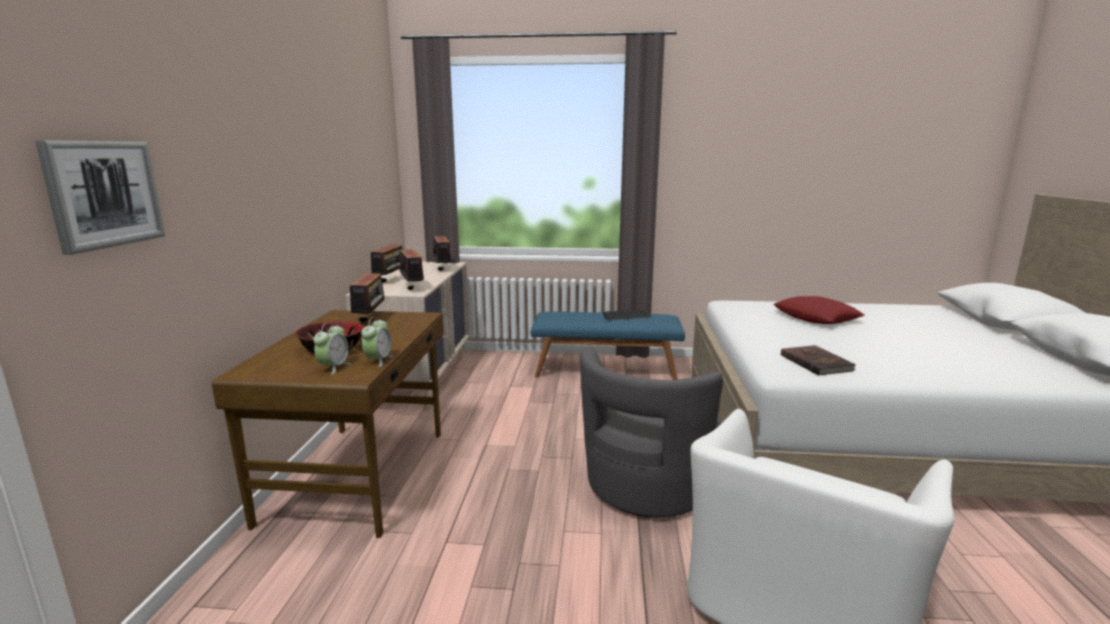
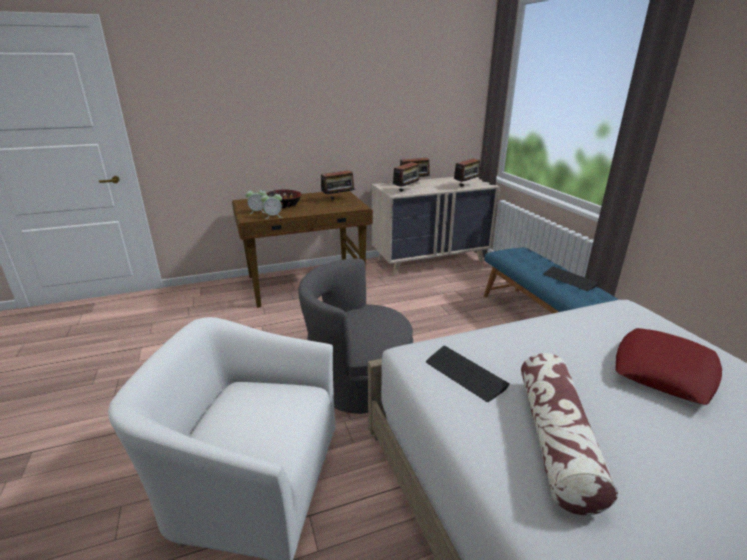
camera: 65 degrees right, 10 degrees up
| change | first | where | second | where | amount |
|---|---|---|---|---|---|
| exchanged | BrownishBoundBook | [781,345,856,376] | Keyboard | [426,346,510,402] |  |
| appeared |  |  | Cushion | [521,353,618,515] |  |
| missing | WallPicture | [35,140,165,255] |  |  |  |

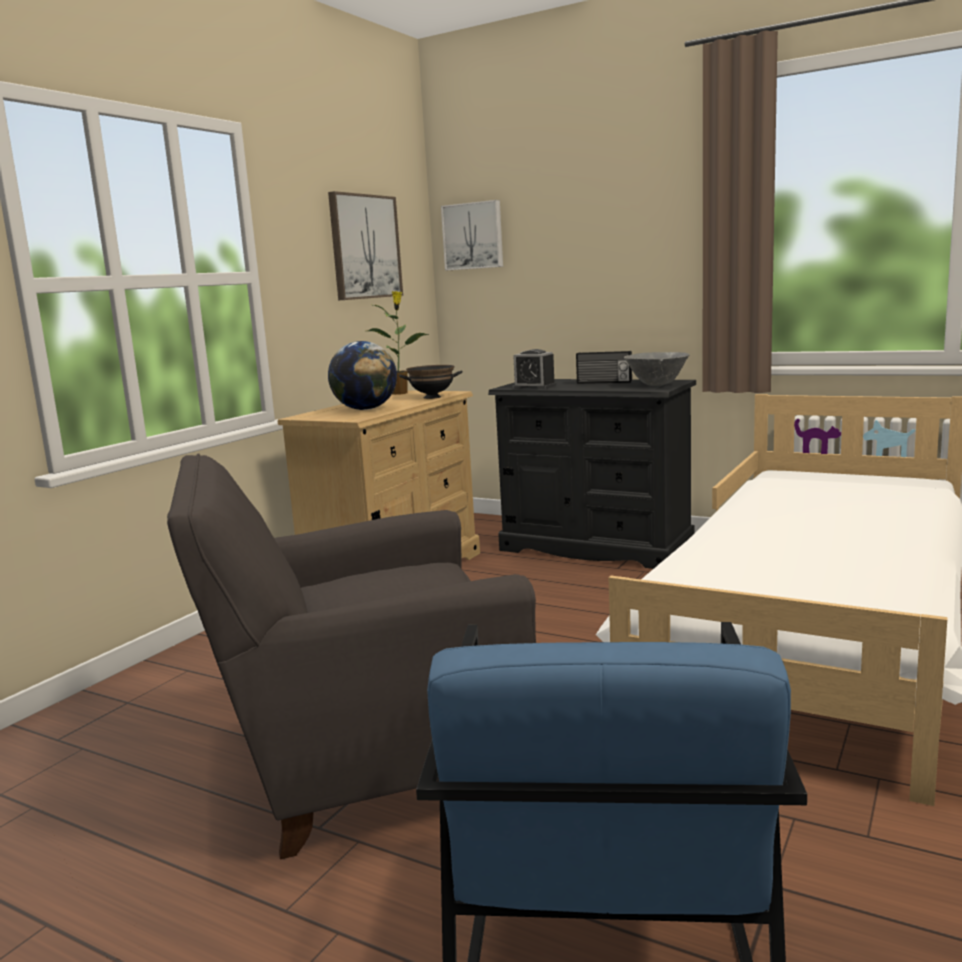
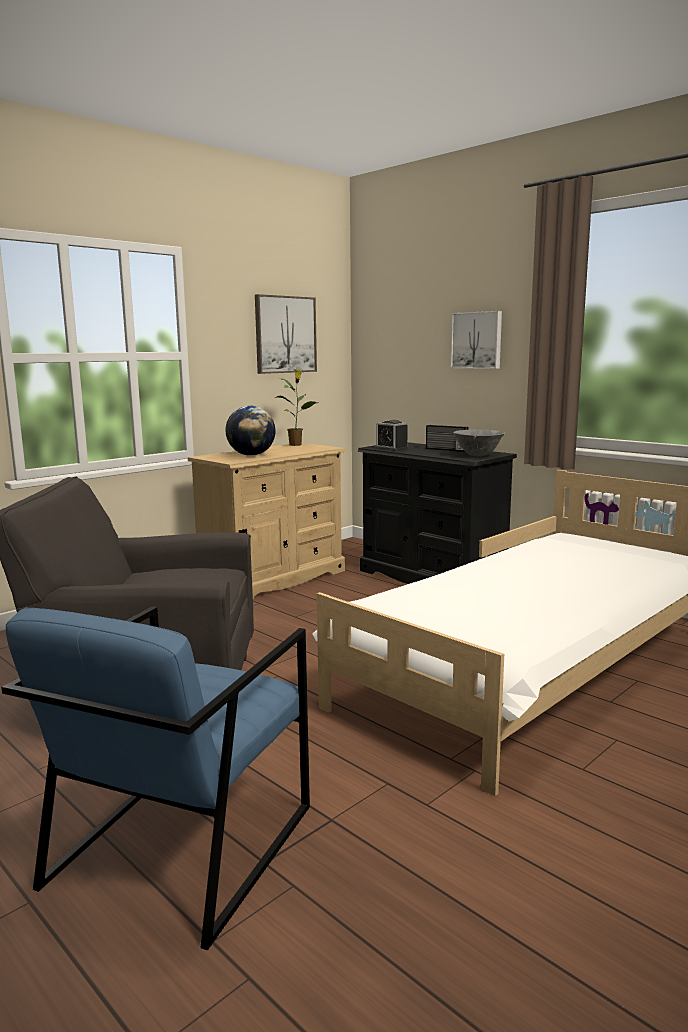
camera: 15 degrees right, 0 degrees up
| change | first | where | second | where | amount |
|---|---|---|---|---|---|
| relocated | WallPicture | [441,200,503,270] |  | [451,311,502,369] |  |
| missing | BlackServingBowl | [399,365,463,399] |  |  |  |

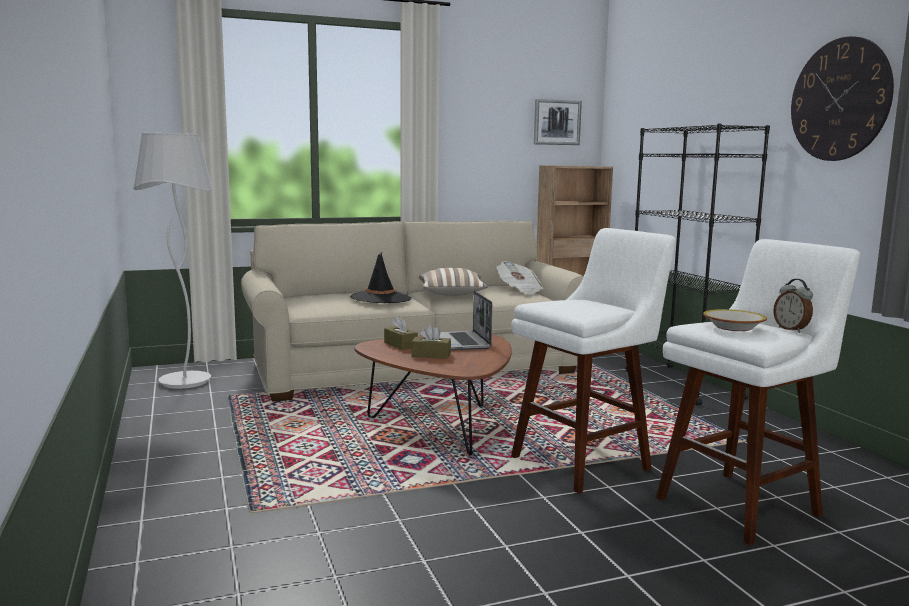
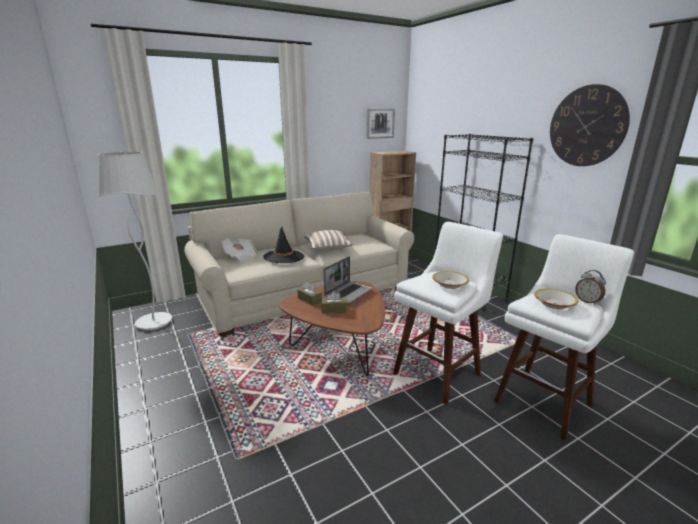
camera: 10 degrees left, 10 degrees up
| change | first | where | second | where | amount |
|---|---|---|---|---|---|
| relocated | DailyPaper | [497,261,544,295] |  | [222,238,258,263] |  |
| spun | Laptop | [439,291,492,350] |  | [324,256,373,304] | 120 degrees counterclockwise |
| appeared |  |  | ServingBowl | [433,271,469,289] |  |

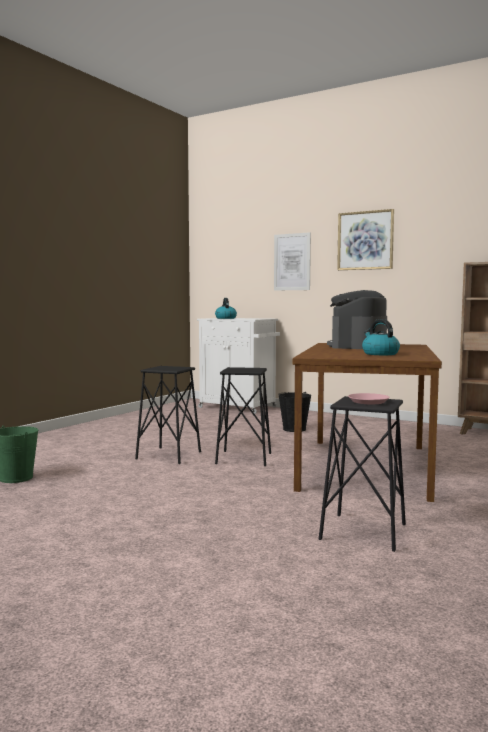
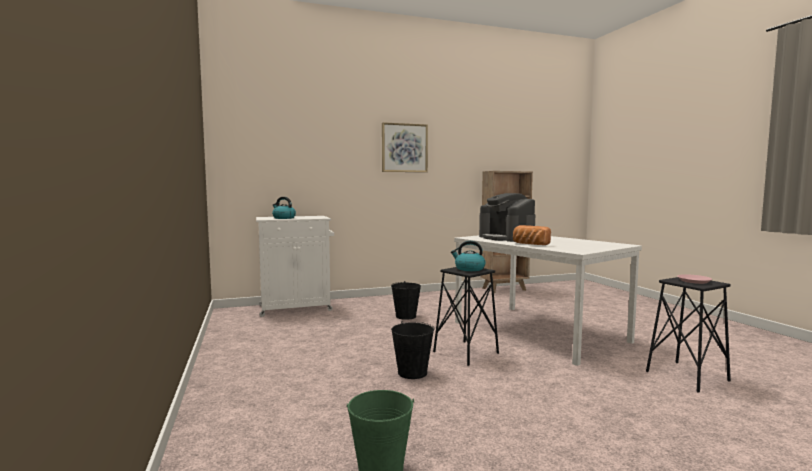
camera: 50 degrees left, 0 degrees up
| change | first | where | second | where | amount |
|---|---|---|---|---|---|
| exchanged | BlackStoolSeat | [135,366,201,464] | BlackWaterBucket | [391,321,434,379] |  |
| relocated | WaterKettle | [362,319,400,355] |  | [451,241,486,271] |  |
| colour | BrownishKitchenTable | [293,343,442,502] | WhitishKitchenTable | [454,235,642,366] |  |
| appeared |  |  | BakedBread | [513,225,551,245] |  |
| missing | WallPicture | [274,232,311,290] |  |  |  |

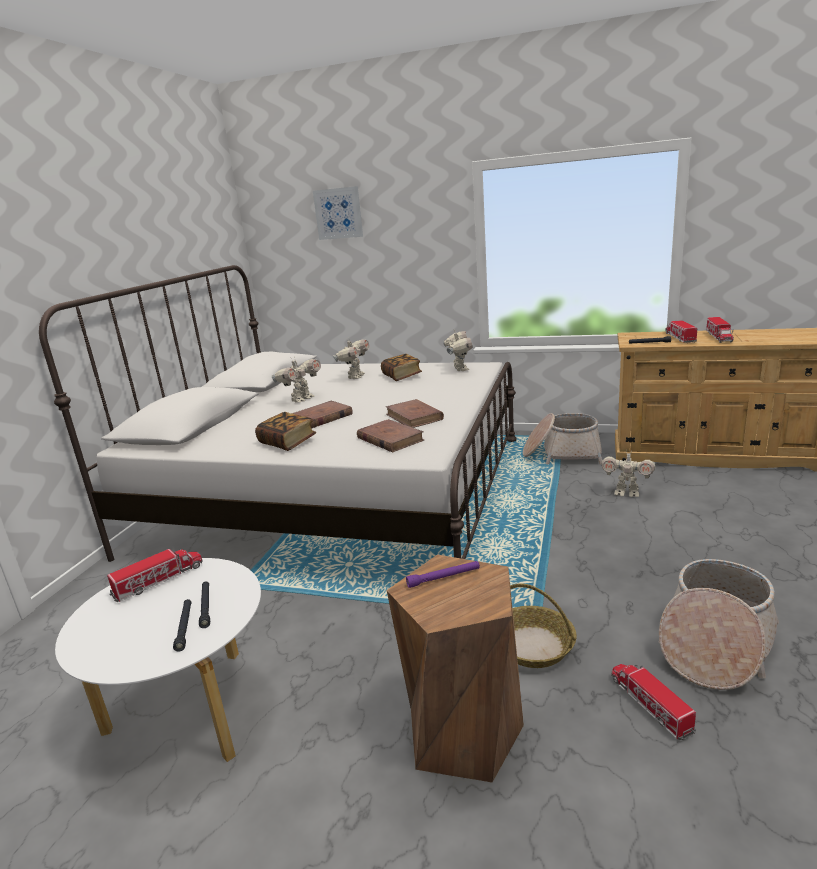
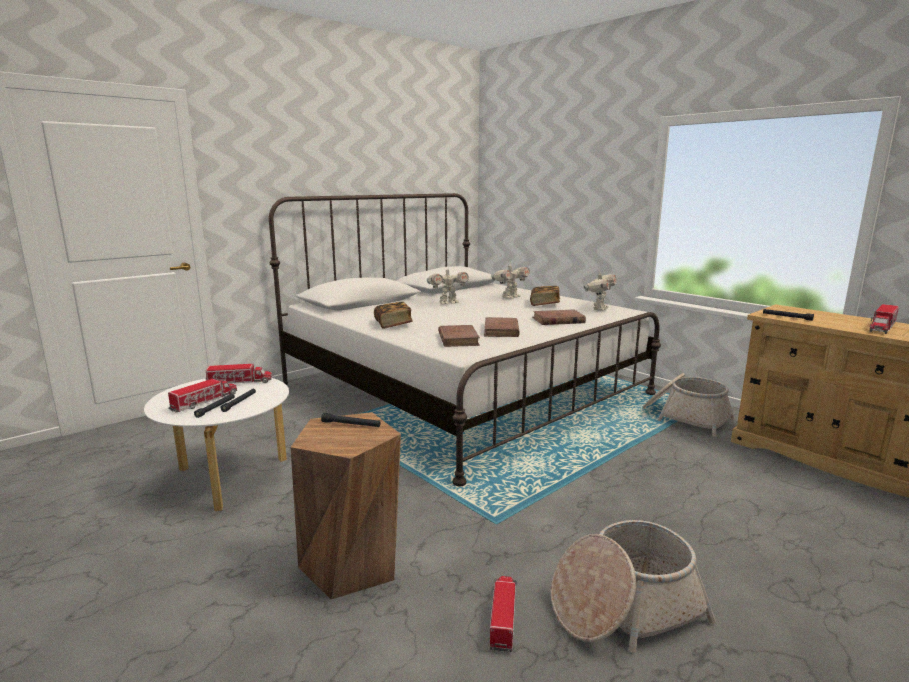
camera: 30 degrees right, 5 degrees down
| change | first | where | second | where | amount |
|---|---|---|---|---|---|
| relocated | ToyTruck | [665,320,697,343] |  | [168,379,237,413] |  |
| colour | PurpleColouredHandTorch | [406,561,480,588] | BlackHandTorch | [321,413,381,427] |  |
| relocated | BrownishBoundBook | [293,401,353,429] |  | [532,310,586,325] |  |
| missing | WallPicture | [313,186,363,240] |  |  |  |
| missing | StorageBasket | [510,583,577,668] |  |  |  |
| missing | ModelRobot | [602,449,655,497] |  |  |  |

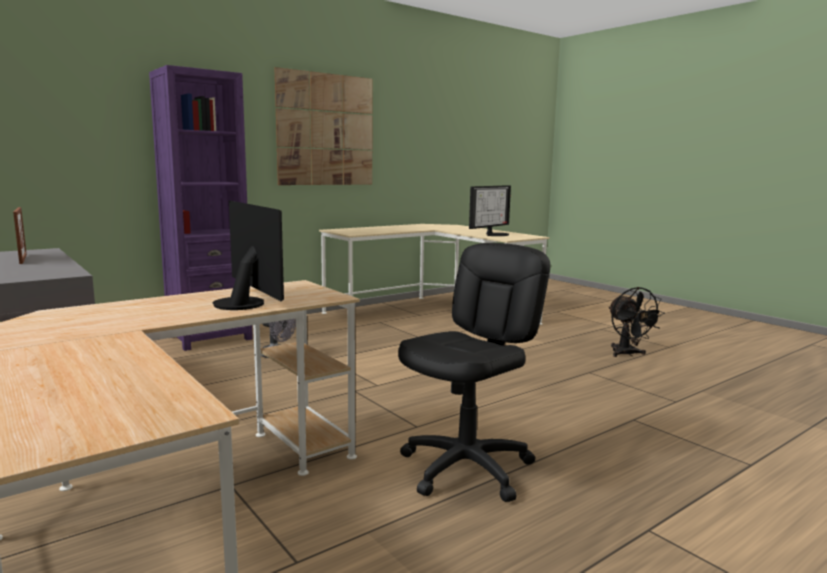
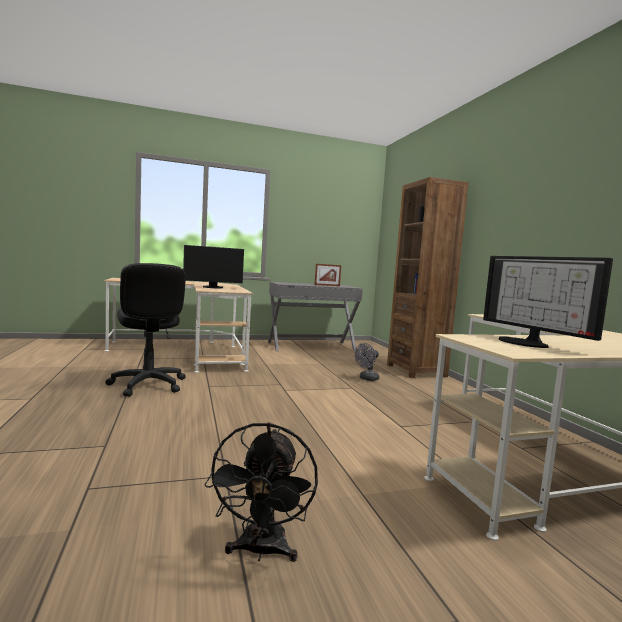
camera: 110 degrees right, 5 degrees down
| change | first | where | second | where | amount |
|---|---|---|---|---|---|
| spun | BlackElectricFan | [608,287,665,357] |  | [204,422,318,562] | 90 degrees counterclockwise |
| colour | PurpleColouredBookshelf | [149,65,253,351] | BrownishBookshelf | [387,177,468,378] |  |
| missing | WallPicture | [274,67,373,185] |  |  |  |

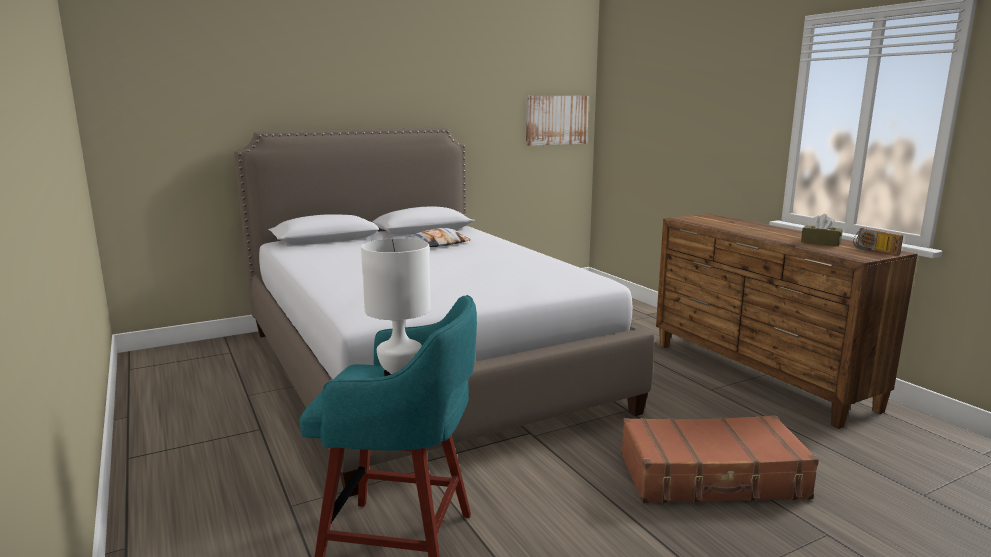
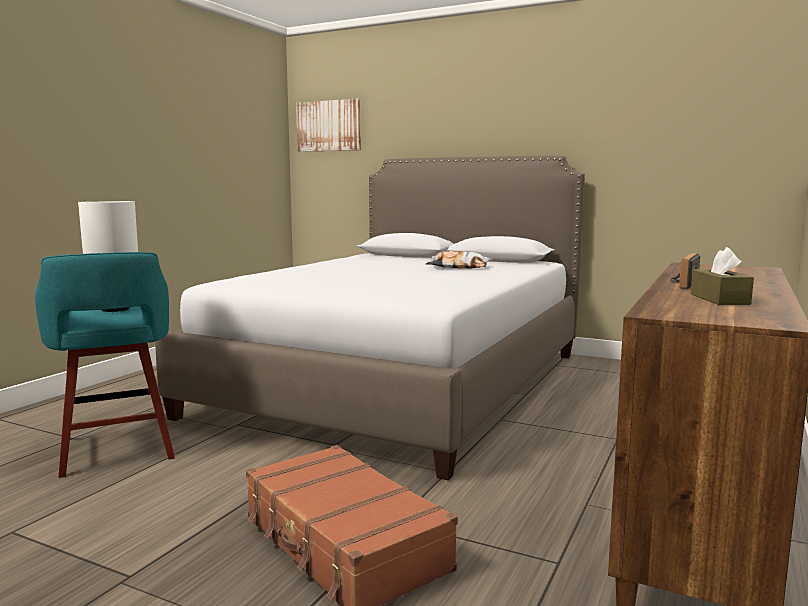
camera: 55 degrees right, 5 degrees down
| change | first | where | second | where | amount |
|---|---|---|---|---|---|
| relocated | WallPicture | [526,96,589,146] |  | [296,99,361,152] |  |
| relocated | RadioReceiver | [853,228,903,255] |  | [670,253,700,289] |  |

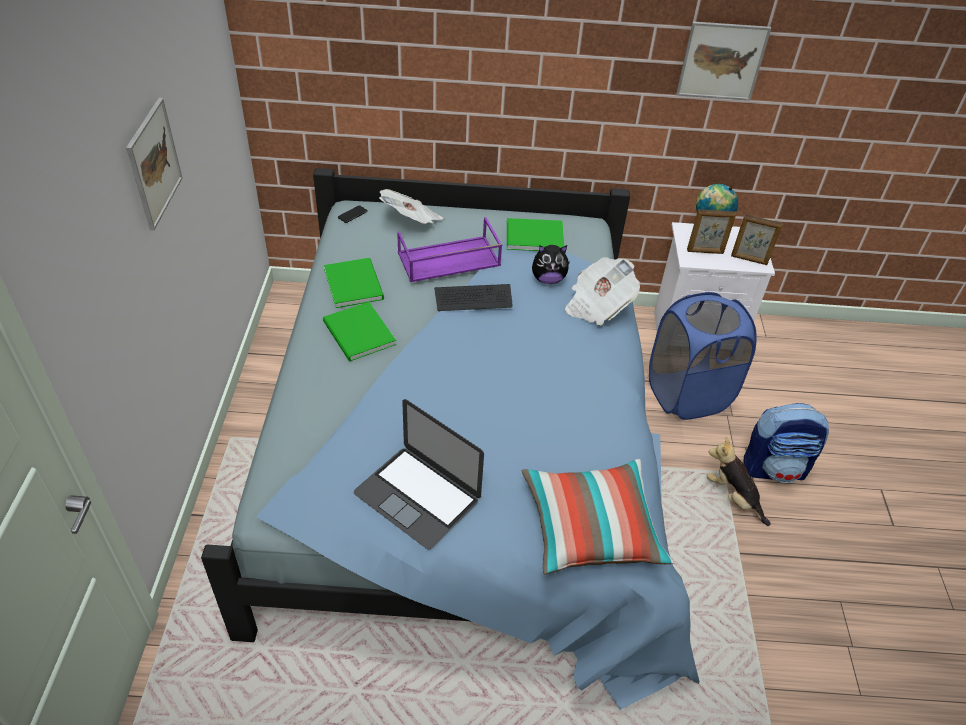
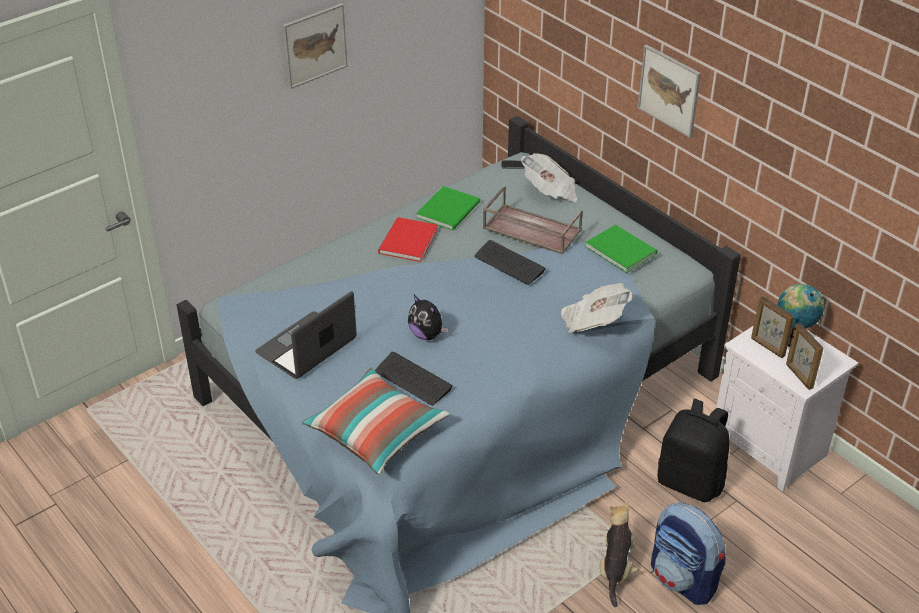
camera: 50 degrees right, 5 degrees down
| change | first | where | second | where | amount |
|---|---|---|---|---|---|
| spun | Laptop | [354,399,484,549] |  | [255,291,357,379] | 45 degrees clockwise |
| appeared |  |  | Keyboard | [375,352,453,406] |  |
| colour | GreenishBoundBook | [323,302,396,361] | RedBoundBook | [378,217,438,262] |  |
| relocated | SoftToy | [532,245,570,284] |  | [408,295,448,340] |  |
| colour | PurpleColouredTray | [397,217,502,282] | BrownishTray | [483,186,583,254] |  |
| relocated | WallPicture | [676,21,771,100] |  | [638,45,701,138] |  |
| exchanged | BlueHamper | [649,292,757,420] | BlackBackpack | [658,399,730,502] |  |

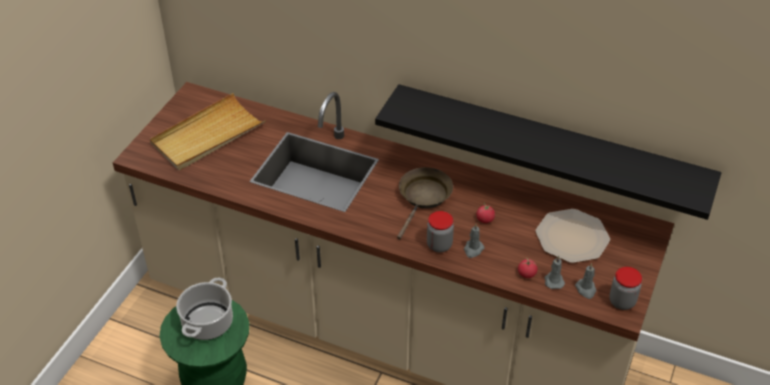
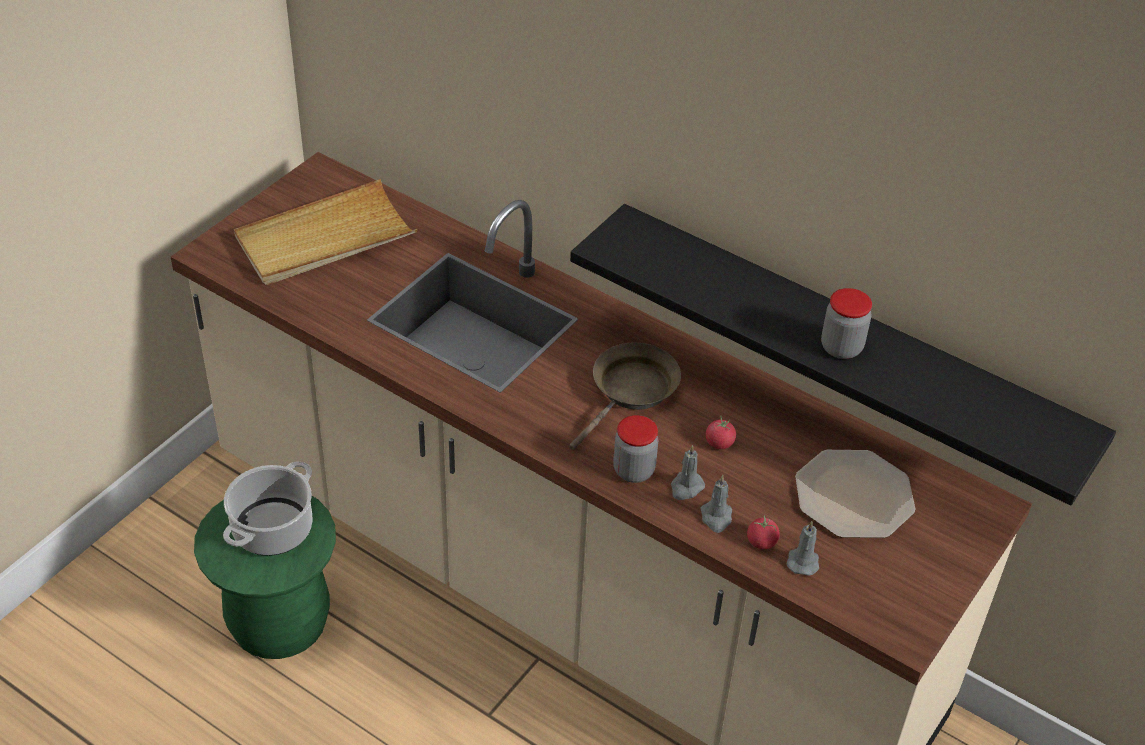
camera: 10 degrees right, 0 degrees up
| change | first | where | second | where | amount |
|---|---|---|---|---|---|
| relocated | GreyishWaxCandle | [575,263,596,299] |  | [700,475,732,533] |  |
| relocated | PreserveJar | [609,267,642,310] |  | [821,288,872,359] |  |

